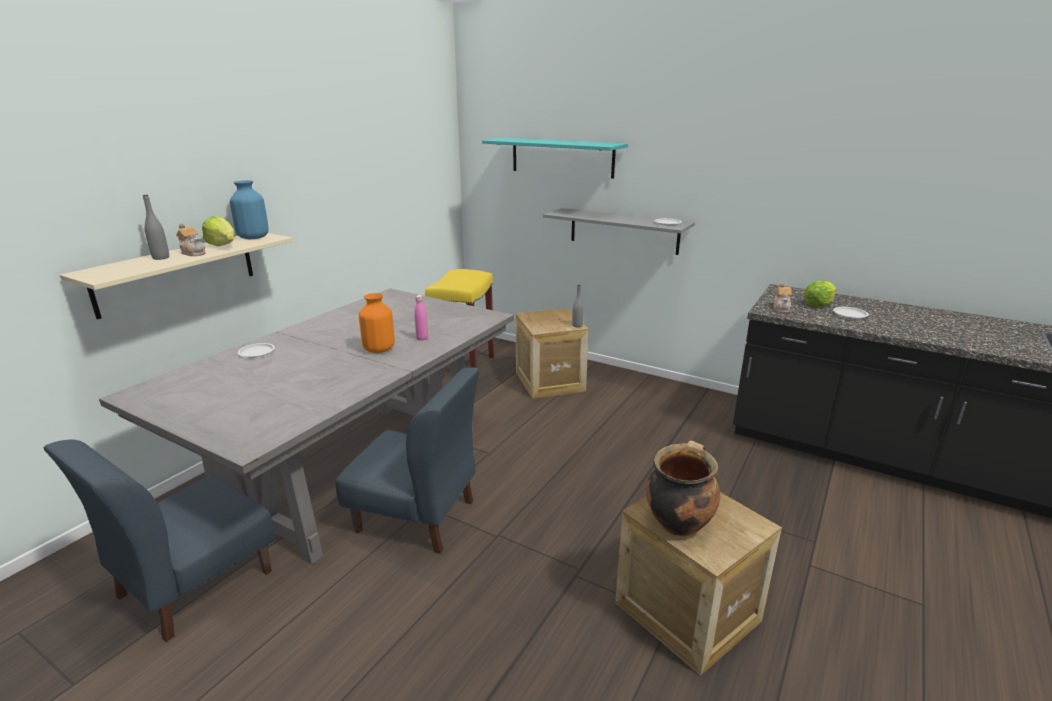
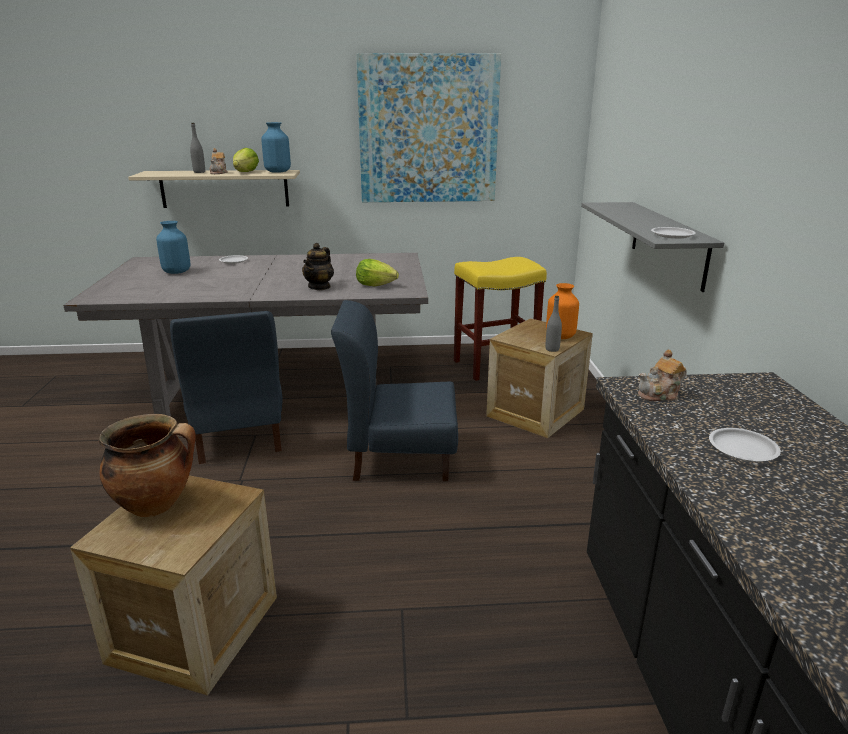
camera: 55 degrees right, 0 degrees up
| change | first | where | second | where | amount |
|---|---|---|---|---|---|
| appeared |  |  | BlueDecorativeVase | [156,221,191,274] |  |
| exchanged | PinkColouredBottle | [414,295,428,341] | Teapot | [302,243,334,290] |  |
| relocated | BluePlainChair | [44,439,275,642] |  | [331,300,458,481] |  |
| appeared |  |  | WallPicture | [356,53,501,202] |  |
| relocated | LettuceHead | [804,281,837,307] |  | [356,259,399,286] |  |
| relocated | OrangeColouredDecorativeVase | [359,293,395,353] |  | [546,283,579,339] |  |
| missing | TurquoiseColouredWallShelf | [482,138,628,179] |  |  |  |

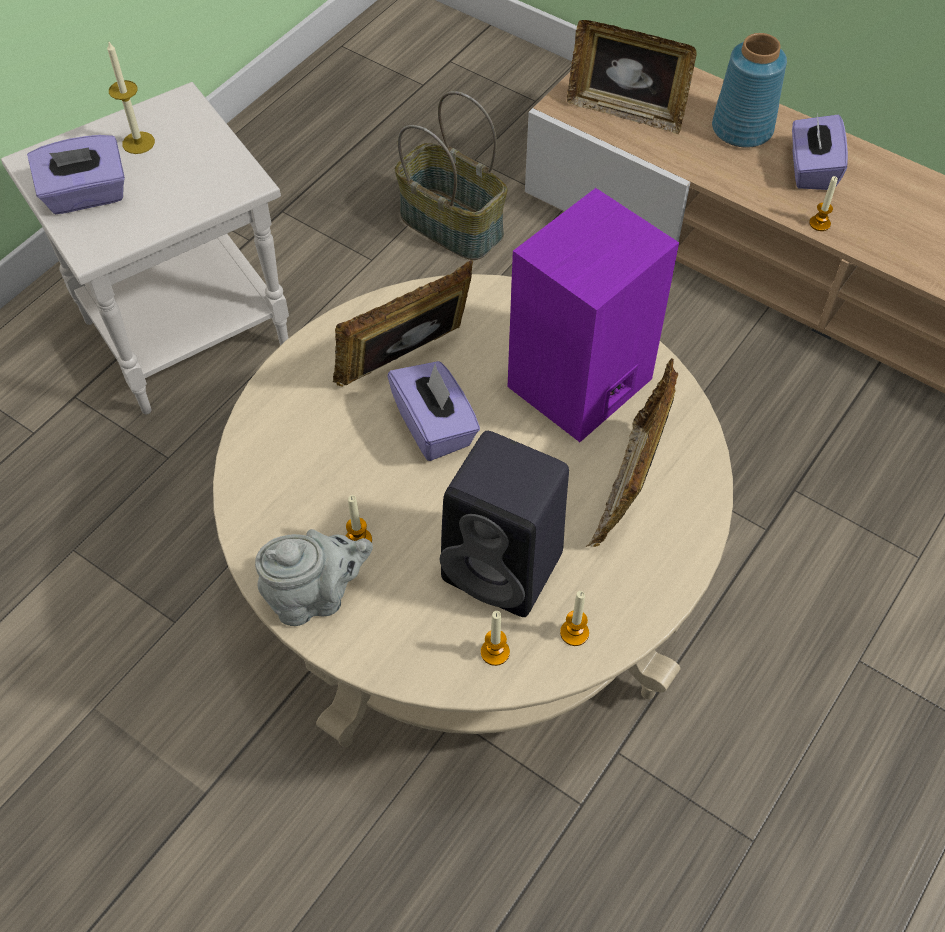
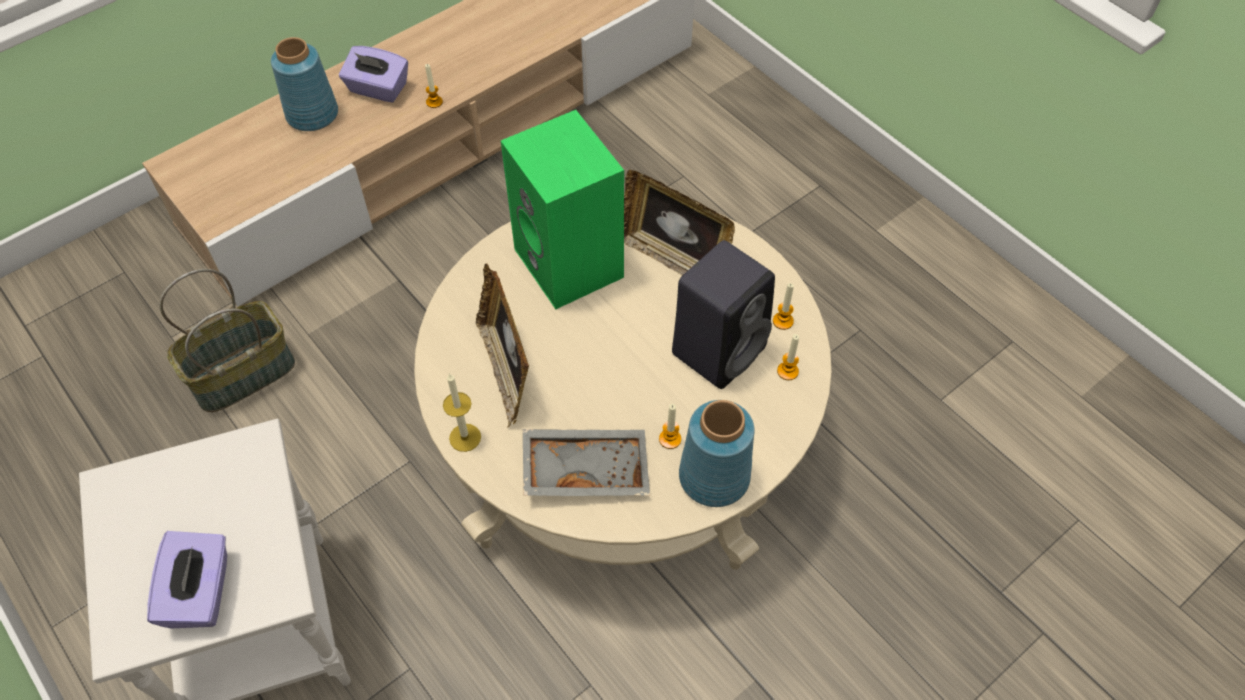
camera: 75 degrees left, 0 degrees up
| change | first | where | second | where | amount |
|---|---|---|---|---|---|
| relocated | WaxCandle | [107,42,155,154] |  | [443,373,481,452] |  |
| colour | PurpleColouredAudioSpeaker | [507,188,679,442] | GreenishAudioSpeaker | [501,110,624,309] |  |
| appeared |  |  | GreyishTray | [523,429,650,496] |  |
| exchanged | GreyishTeapot | [255,529,373,626] | BlueDecorativeVase | [679,400,755,507] |  |
| missing | PurpleColouredBoxOfTissues | [387,361,480,461] |  |  |  |
| missing | StandingFrame | [567,20,697,134] |  |  |  |

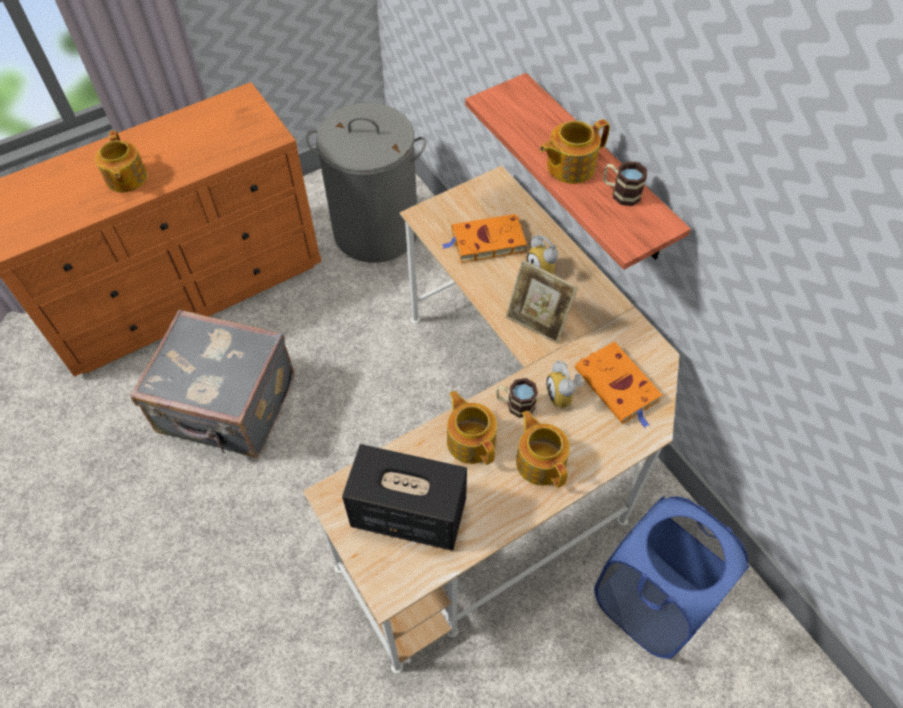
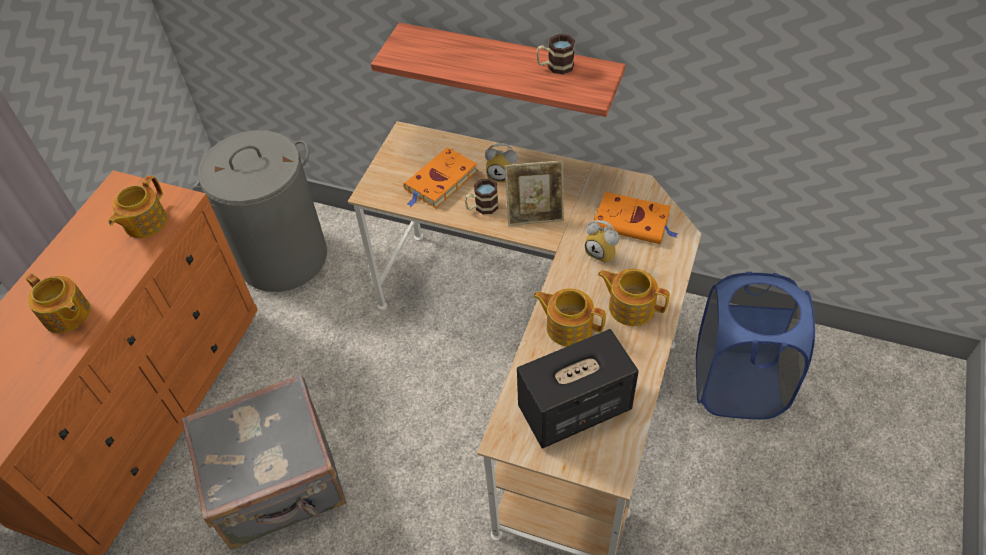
camera: 35 degrees left, 5 degrees down
| change | first | where | second | where | amount |
|---|---|---|---|---|---|
| relocated | Teapot | [540,119,610,184] |  | [108,175,167,238] |  |
| relocated | CoffeeMug | [496,378,538,418] |  | [464,179,498,214] |  |

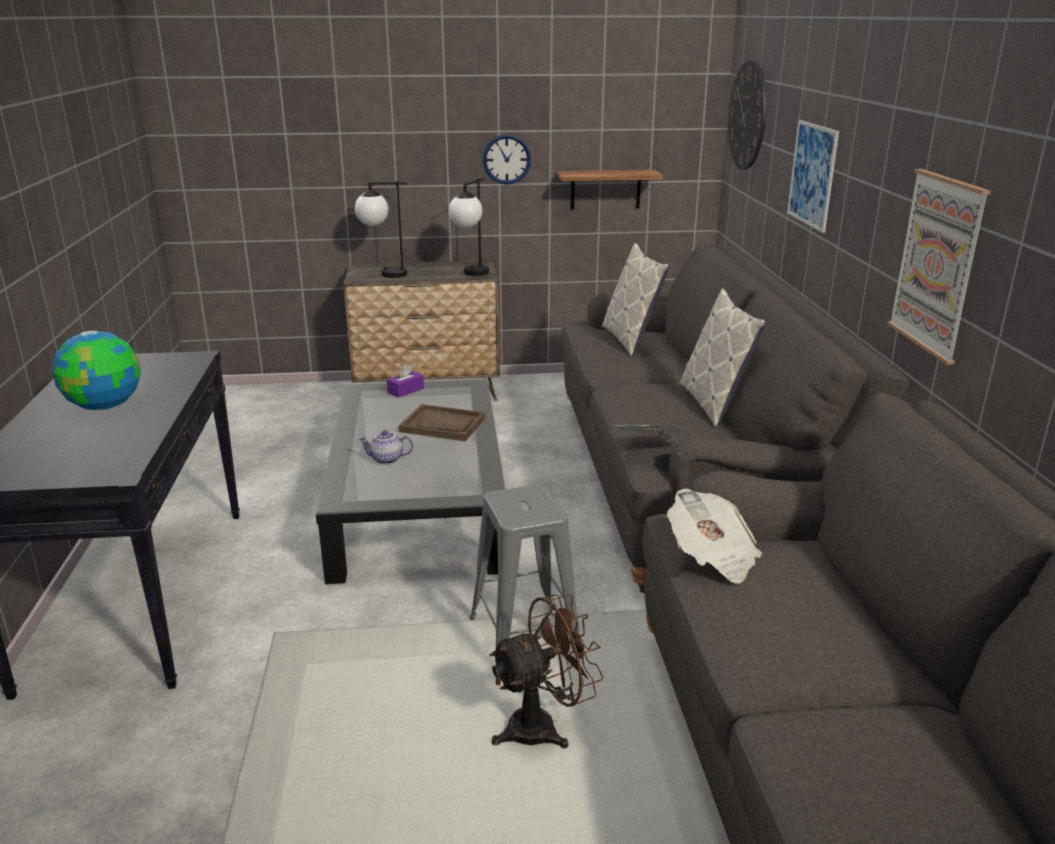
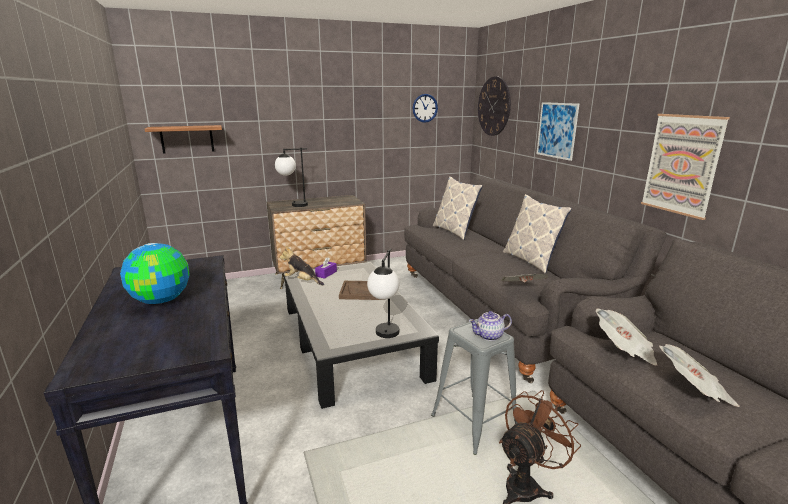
camera: 15 degrees left, 5 degrees down
| change | first | where | second | where | amount |
|---|---|---|---|---|---|
| relocated | WallShelf | [557,169,663,210] |  | [145,125,222,154] |  |
| appeared |  |  | SoftToy | [280,246,324,285] |  |
| relocated | TabletopLamp | [449,178,489,276] |  | [367,248,400,338] |  |
| relocated | WallClock | [483,134,531,185] |  | [412,94,438,123] |  |
| relocated | Teapot | [358,430,413,465] |  | [469,311,512,341] |  |
| appeared |  |  | DailyPaper | [659,344,740,407] |  |

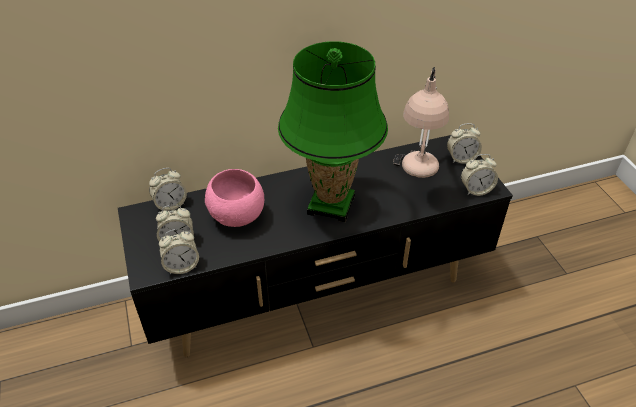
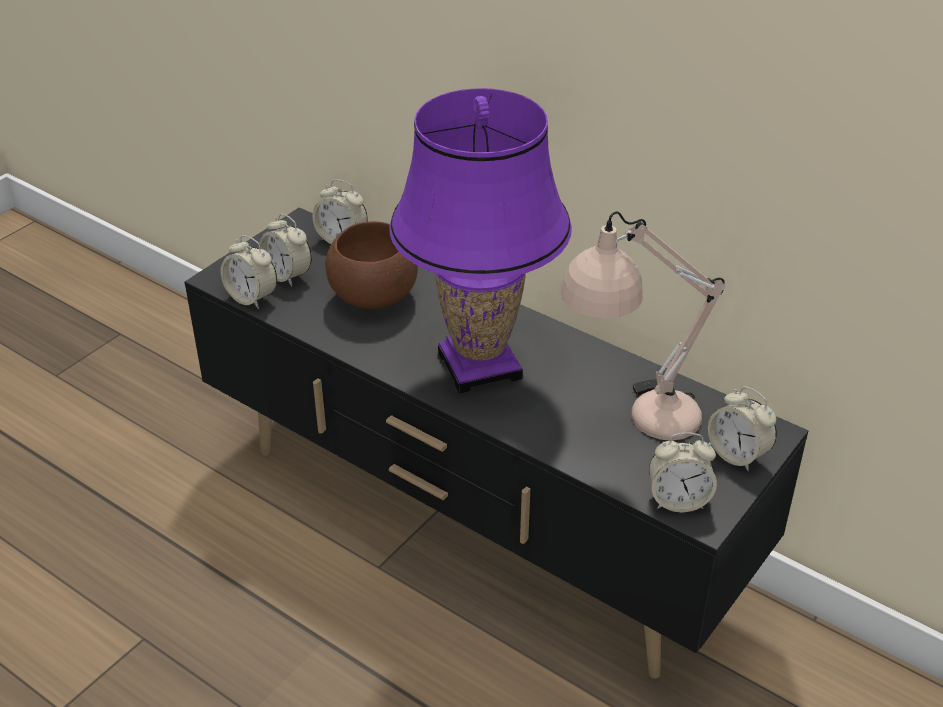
camera: 55 degrees right, 5 degrees down
| change | first | where | second | where | amount |
|---|---|---|---|---|---|
| colour | PinkColouredServingBowl | [205,169,264,227] | BrownishServingBowl | [325,221,418,309] |  |
| colour | GreenishTabletopLamp | [278,41,388,222] | PurpleColouredTabletopLamp | [389,88,572,393] |  |
| spun | AlarmClock | [461,154,498,196] |  | [649,432,717,512] | 45 degrees counterclockwise |

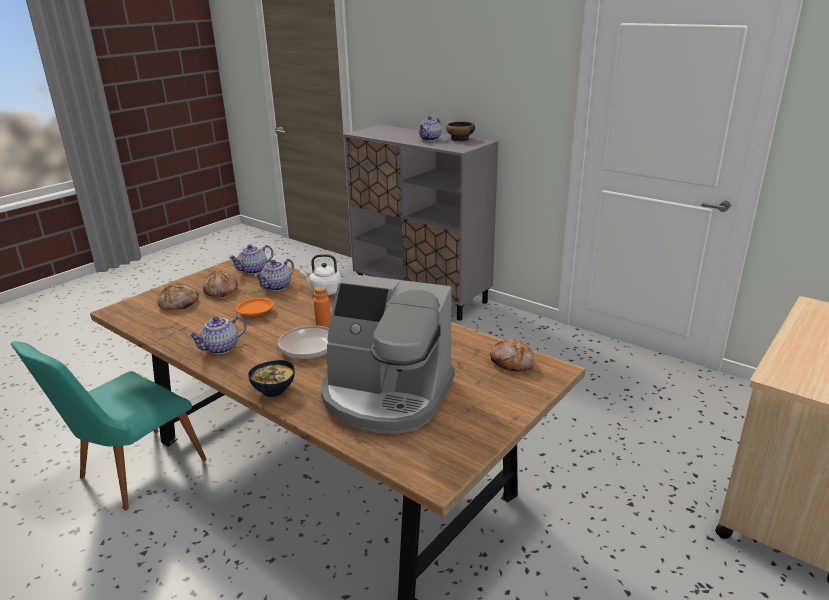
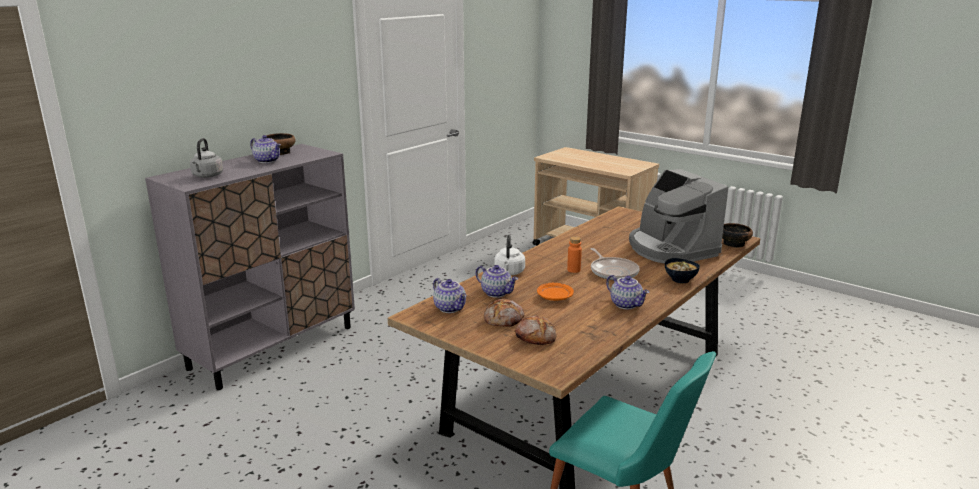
camera: 90 degrees left, 5 degrees down
| change | first | where | second | where | amount |
|---|---|---|---|---|---|
| appeared |  |  | GreyishWaterKettle | [190,138,223,178] |  |
| spun | CoffeeMachine | [321,274,455,434] |  | [629,169,728,264] | 135 degrees clockwise |
| appeared |  |  | ServingBowl | [722,223,753,248] |  |
| missing | BakedBread | [490,339,535,371] |  |  |  |

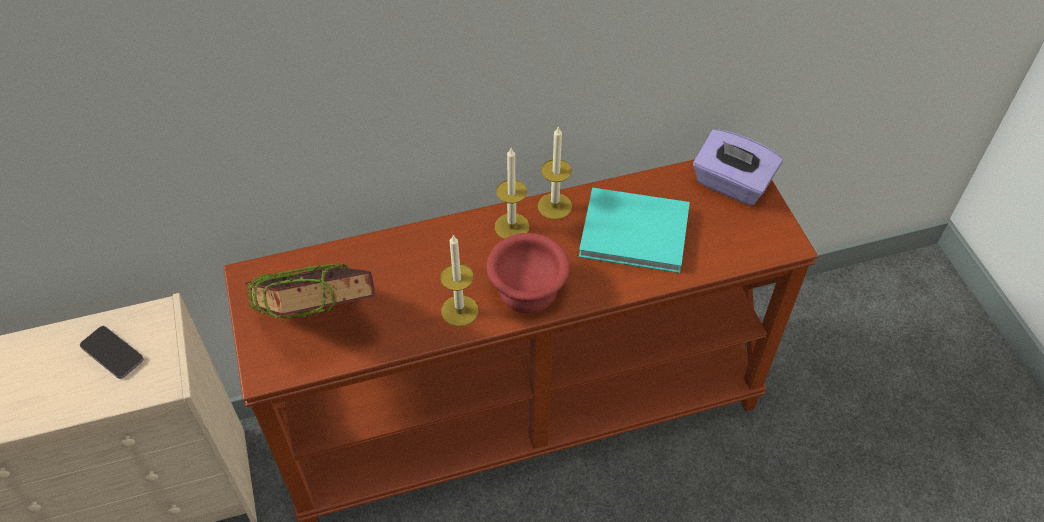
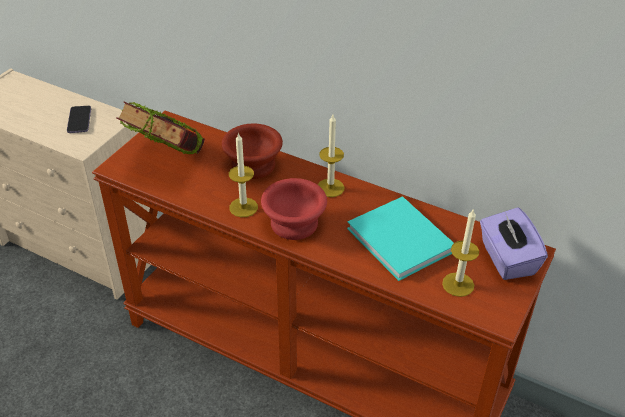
camera: 45 degrees right, 10 degrees down
| change | first | where | second | where | amount |
|---|---|---|---|---|---|
| appeared |  |  | BrownishServingBowl | [222,123,283,179] |  |
| relocated | WaxCandle | [538,127,572,220] |  | [442,208,479,297] |  |

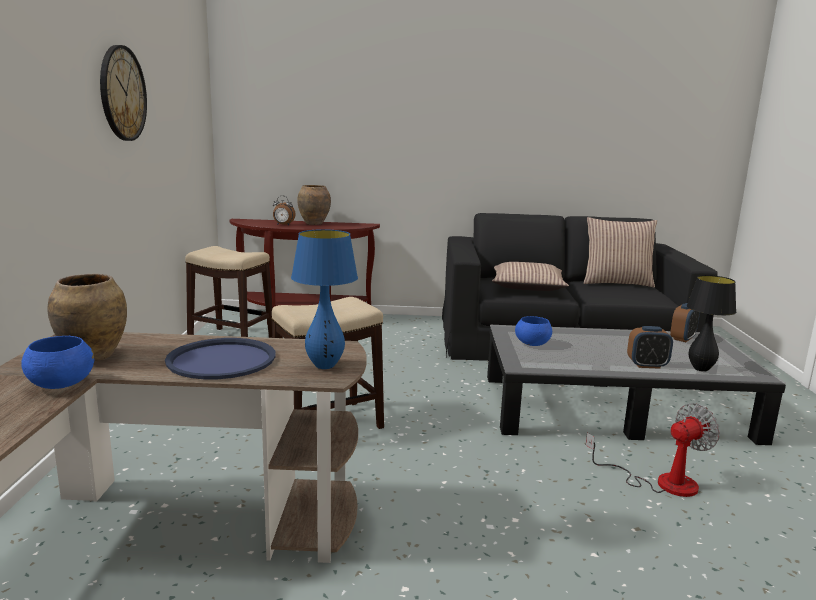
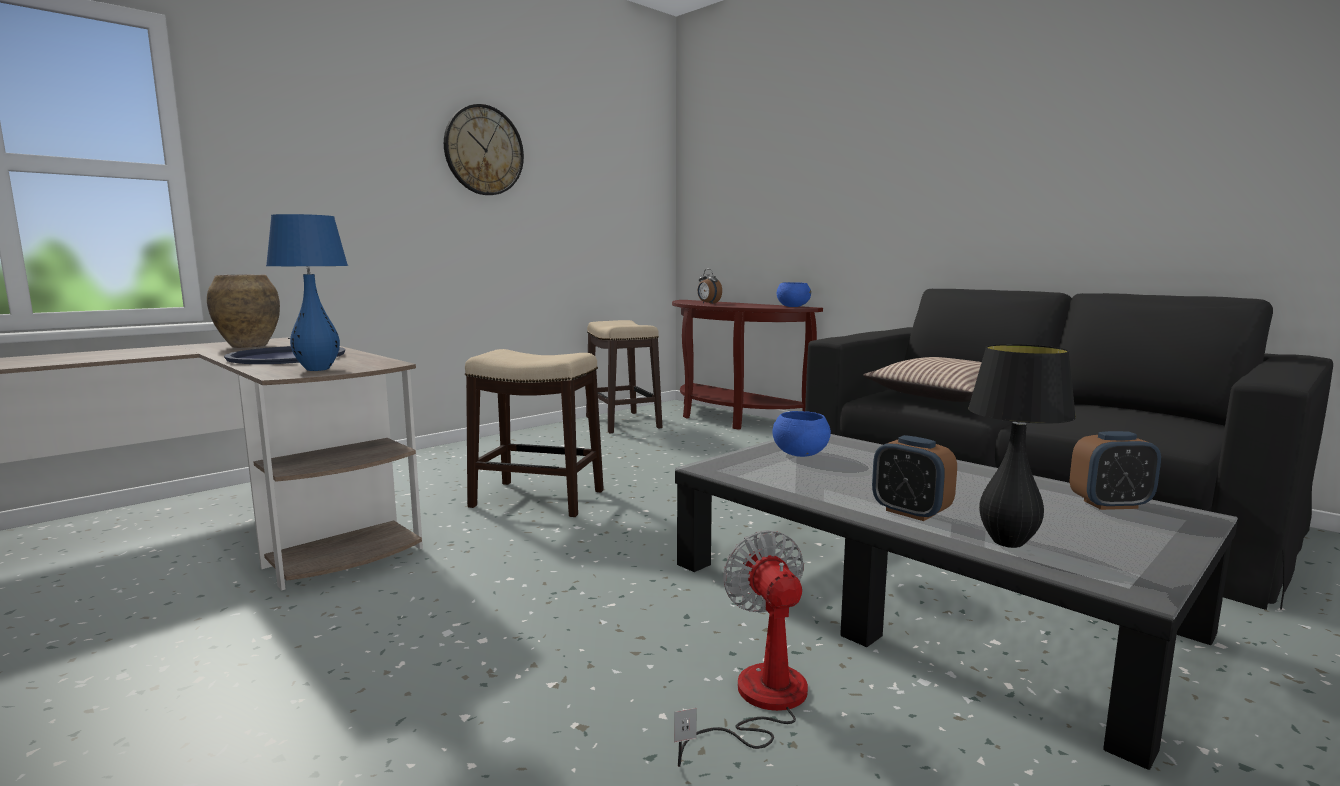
camera: 45 degrees right, 5 degrees down
| change | first | where | second | where | amount |
|---|---|---|---|---|---|
| spun | ElectricFan | [586,403,720,497] |  | [674,530,808,767] | 120 degrees counterclockwise |
| relocated | BlueServingBowl | [21,336,94,389] |  | [777,282,811,307] |  |
| missing | BrownishDecorativeVase | [297,185,331,225] |  |  |  |
| missing | Cushion | [584,217,657,288] |  |  |  |

